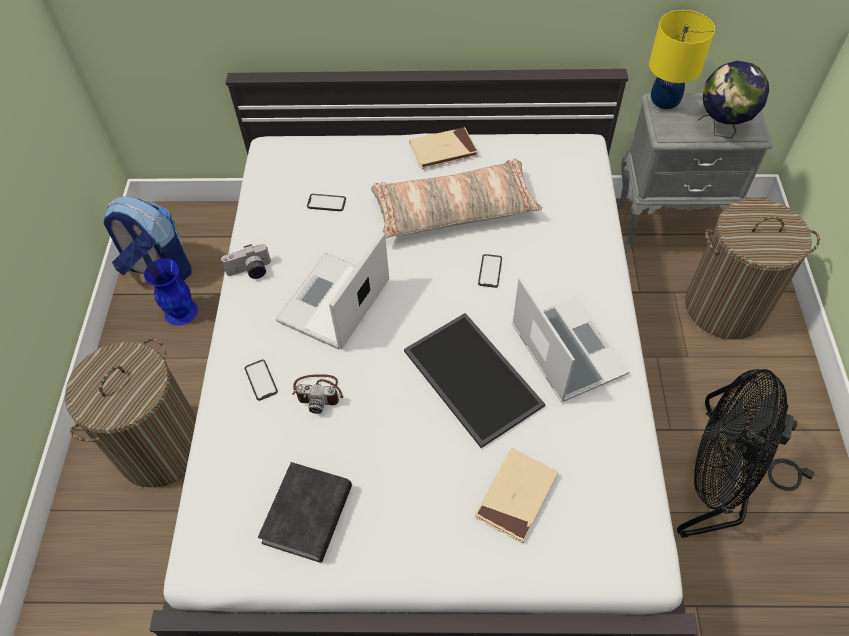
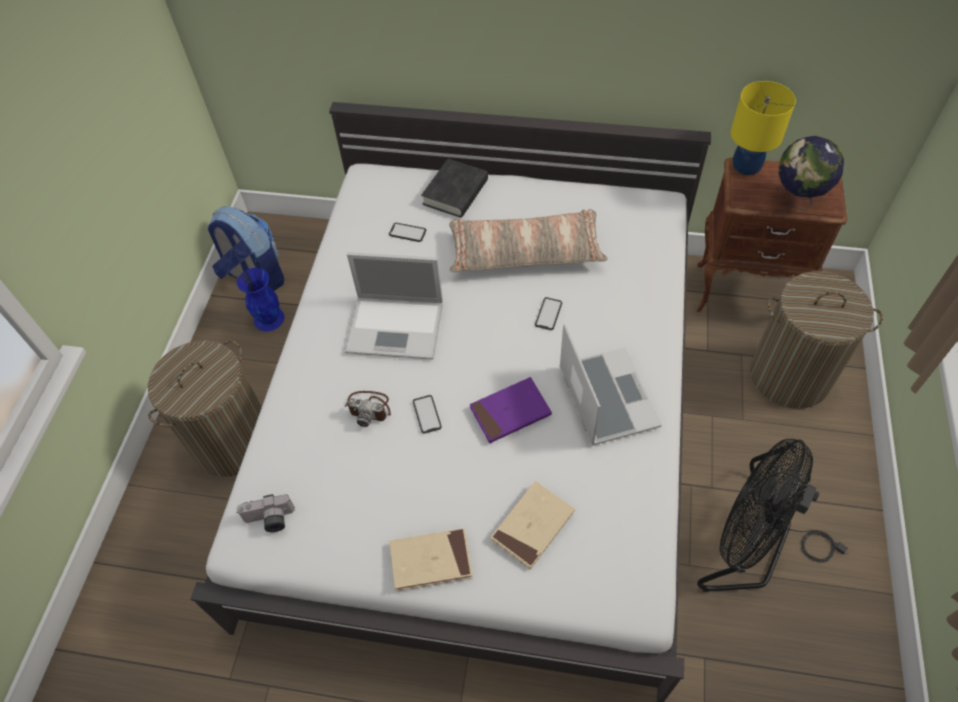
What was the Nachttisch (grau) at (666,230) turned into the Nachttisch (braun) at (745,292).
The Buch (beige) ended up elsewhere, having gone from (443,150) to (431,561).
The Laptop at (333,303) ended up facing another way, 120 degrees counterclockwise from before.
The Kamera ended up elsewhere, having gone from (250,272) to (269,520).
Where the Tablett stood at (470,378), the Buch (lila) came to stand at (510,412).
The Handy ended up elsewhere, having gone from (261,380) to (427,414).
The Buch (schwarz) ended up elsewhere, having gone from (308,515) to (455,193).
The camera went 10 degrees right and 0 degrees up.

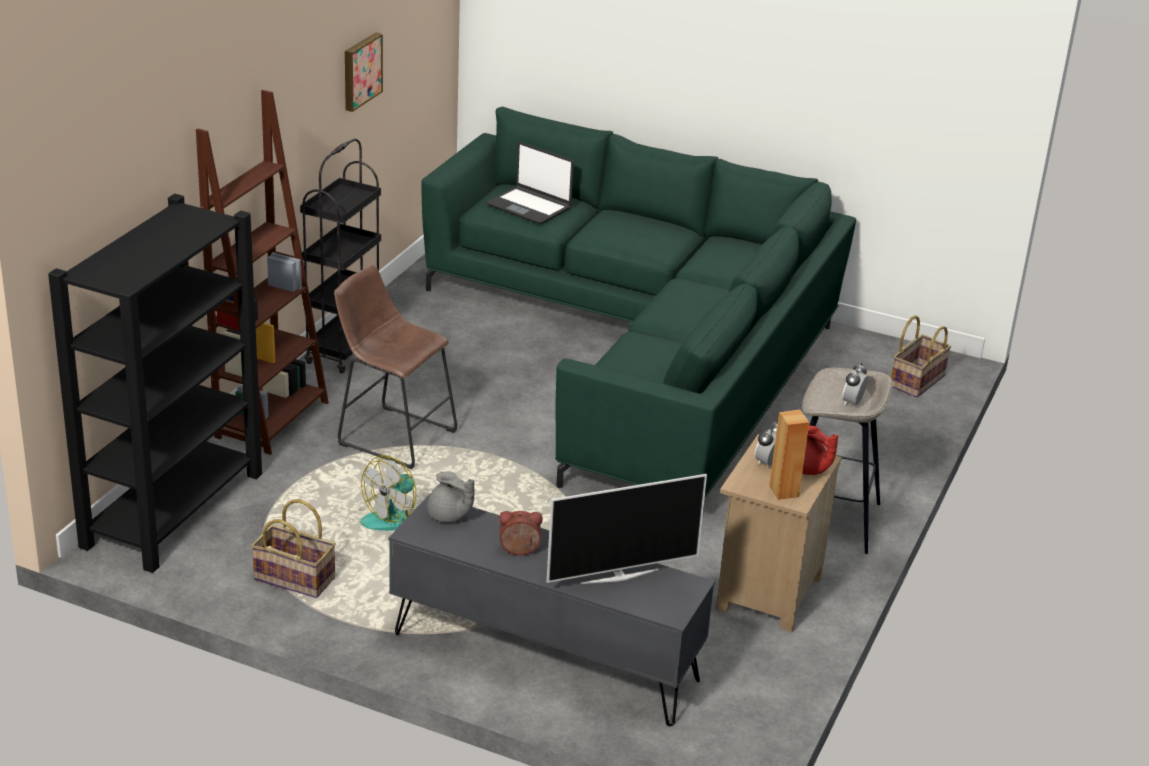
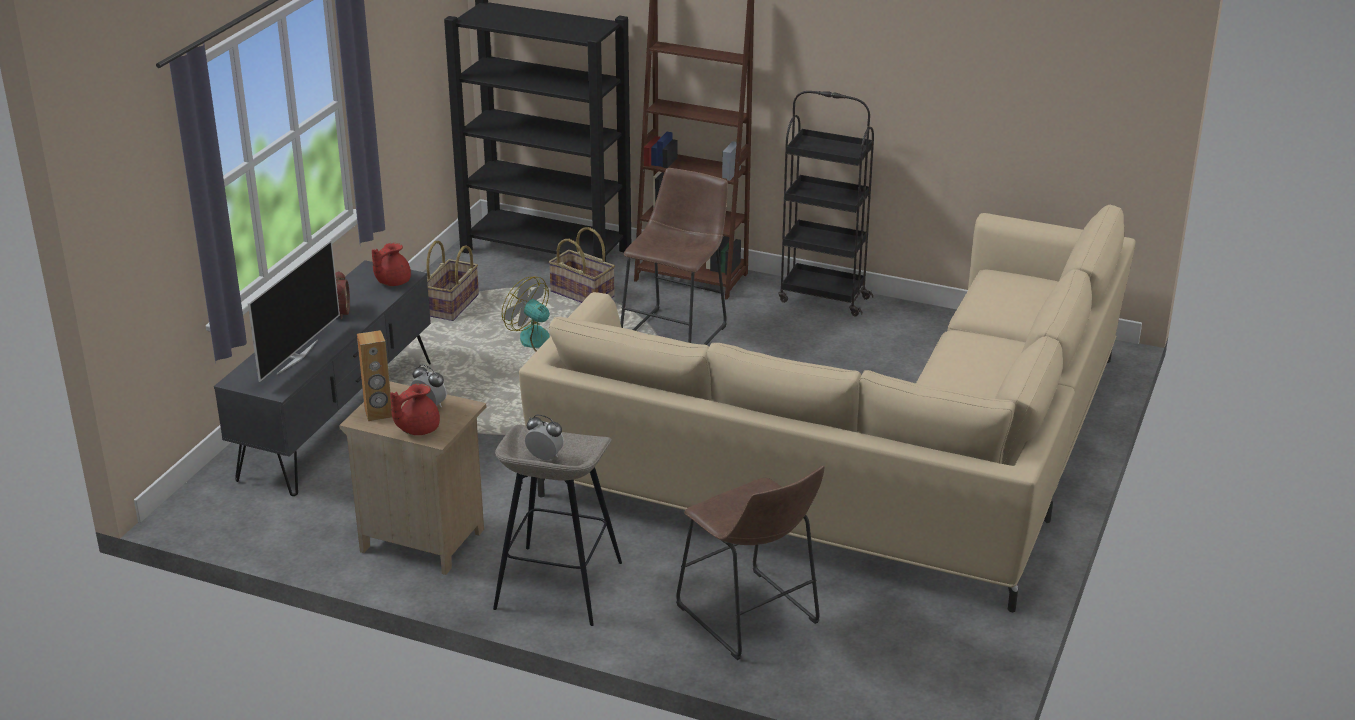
The second view lost the Bild at (360,71).
What was the Sofa (grün) at (647,355) turned into the Sofa (beige) at (882,471).
The second view lost the Laptop at (529,206).
The Korb ended up elsewhere, having gone from (916,381) to (583,294).
What was the Teekanne (grau) at (449,516) turned into the Teekanne (rot) at (392,282).
The Fernseher at (619,575) ended up facing another way, 135 degrees counterclockwise from before.
The second view gained the Hocker (braun) at (751,619).
The camera went 90 degrees right and 0 degrees up.

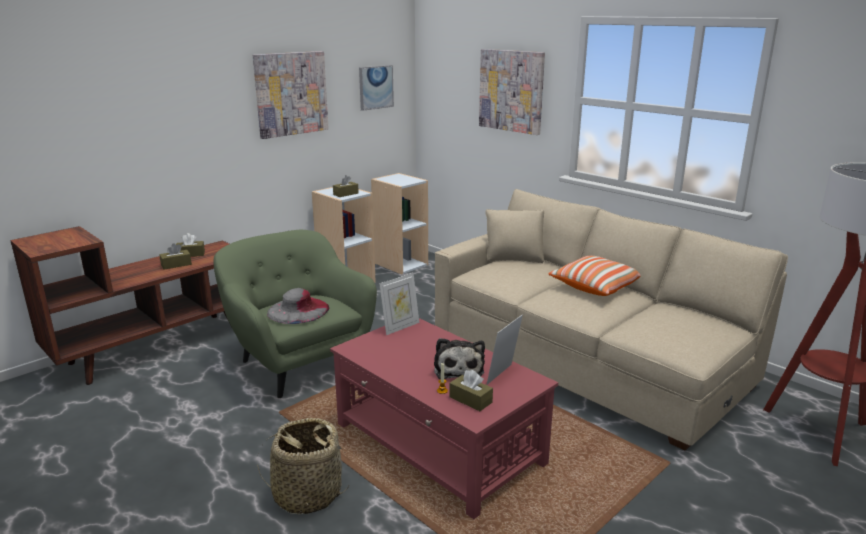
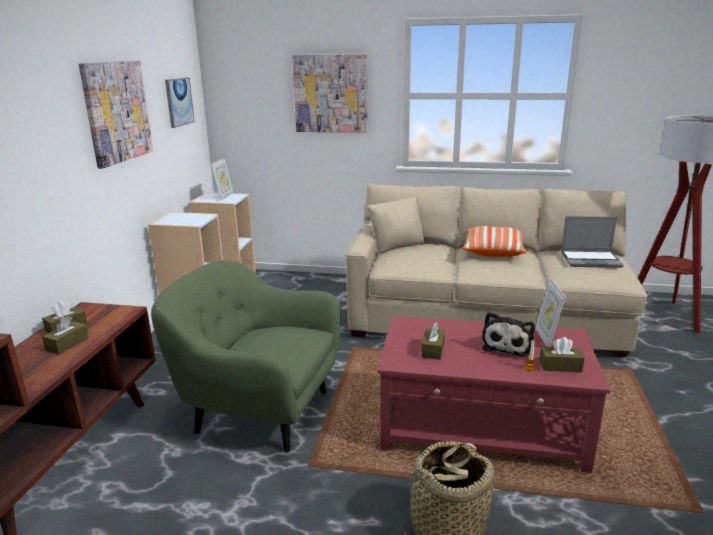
The Taschentuchbox (braun) ended up elsewhere, having gone from (346,194) to (433,350).
The Bilderrahmen ended up elsewhere, having gone from (400,327) to (224,197).
The second view lost the Hut (grau) at (298,310).
The Plüschtier at (458,368) ended up facing another way, 60 degrees clockwise from before.
The second view gained the Laptop at (591,260).
The camera went 35 degrees left and 0 degrees up.

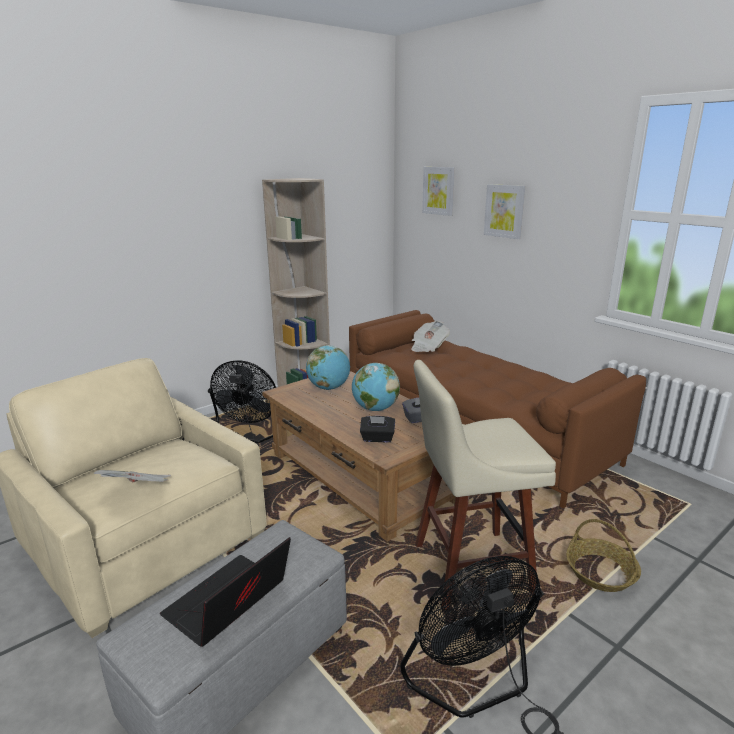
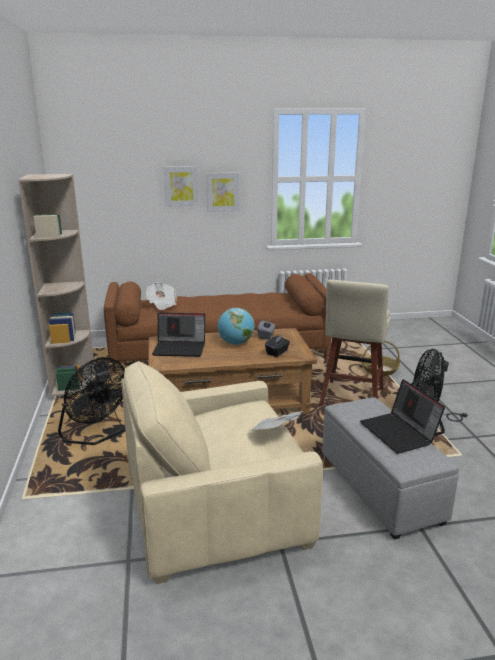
The Bild ended up elsewhere, having gone from (439,190) to (222,192).
Where the Globus stood at (329,388), the Laptop came to stand at (180,348).
The camera went 60 degrees left and 0 degrees up.

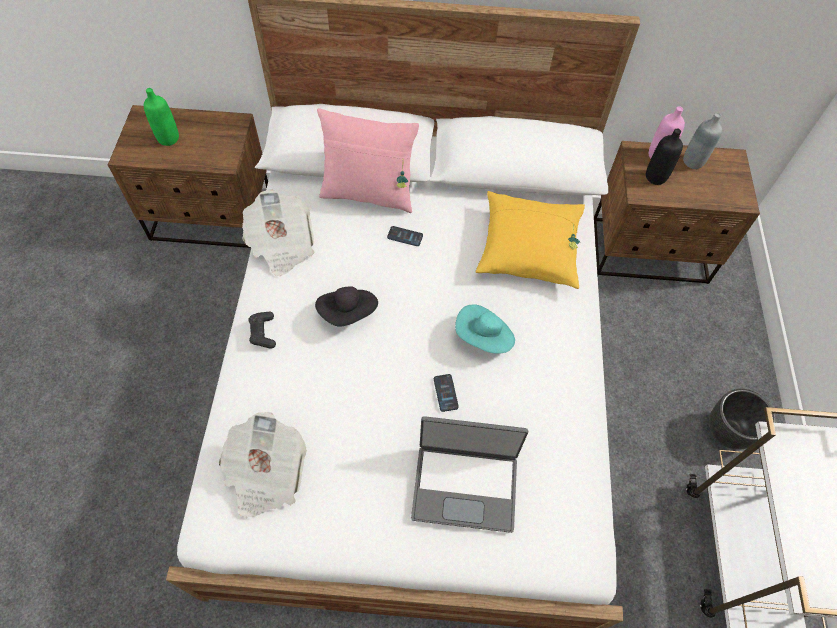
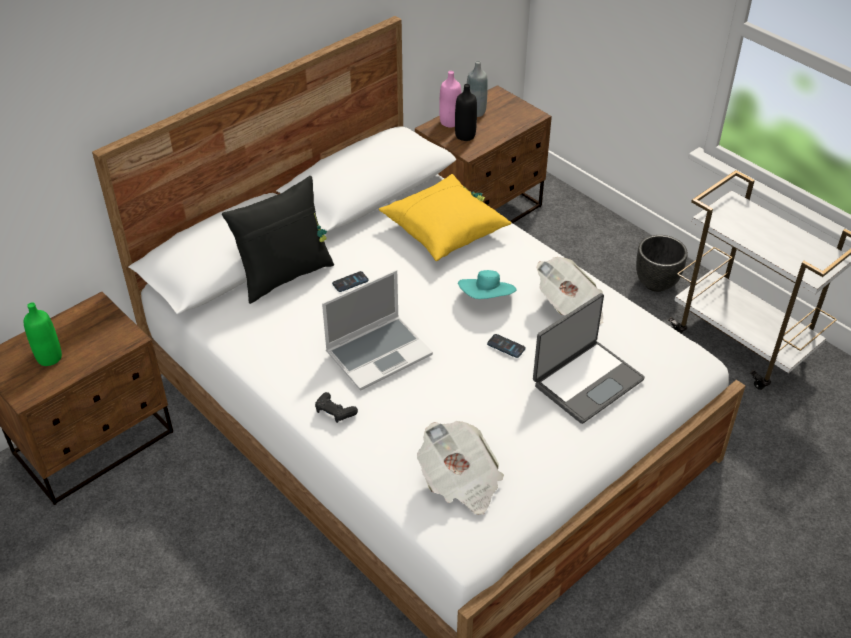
What was the Kissen (rosa) at (368,194) turned into the Kissen (schwarz) at (285,276).
The Zeitung ended up elsewhere, having gone from (281,245) to (570,306).
Where the Hut (schwarz) stood at (348,313), the Laptop came to stand at (379,353).
The camera went 45 degrees left and 15 degrees down.

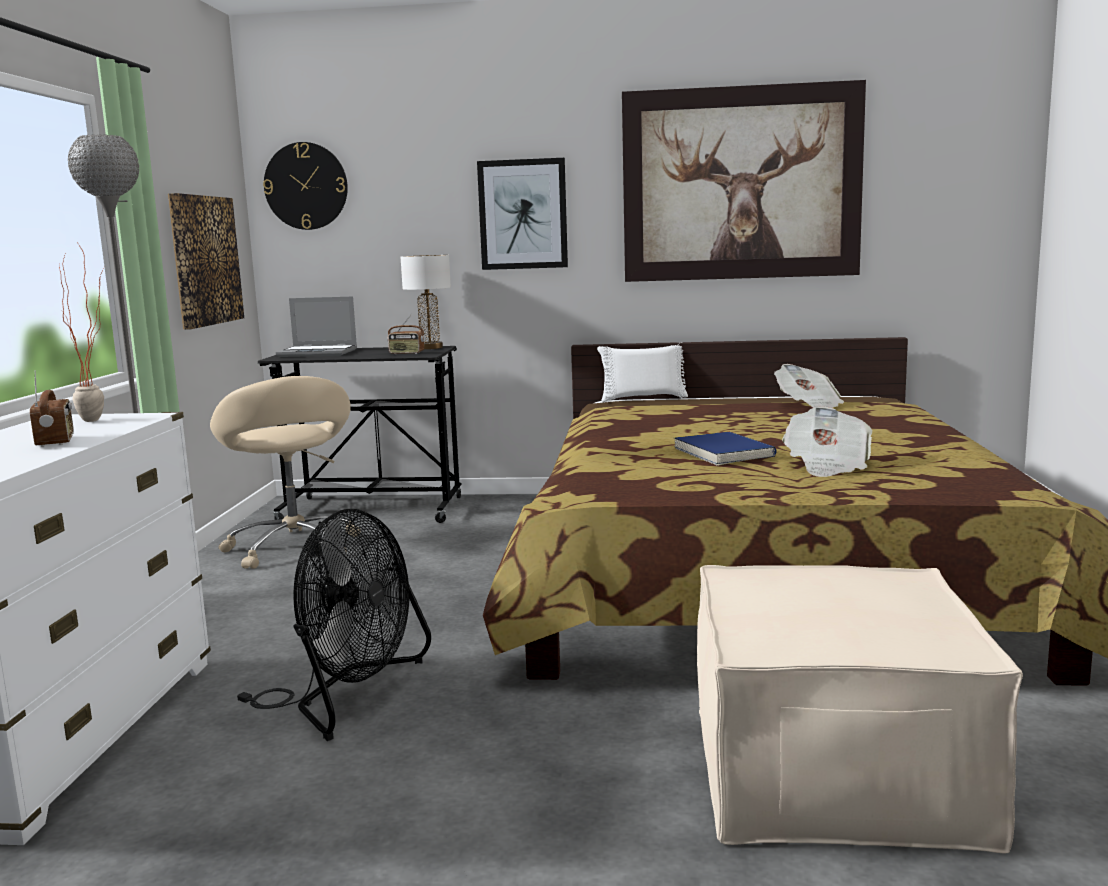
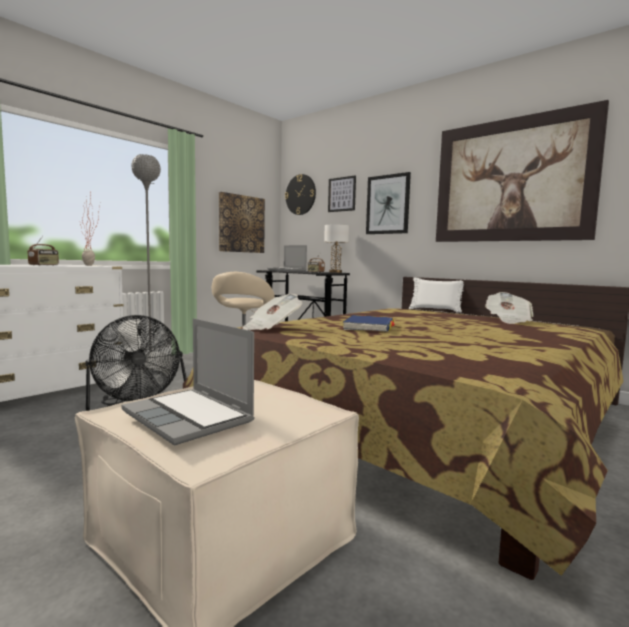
The Zeitung ended up elsewhere, having gone from (826,466) to (271,328).
The second view gained the Bild at (342,194).
The second view gained the Laptop at (190,417).
The camera went 35 degrees right and 5 degrees down.

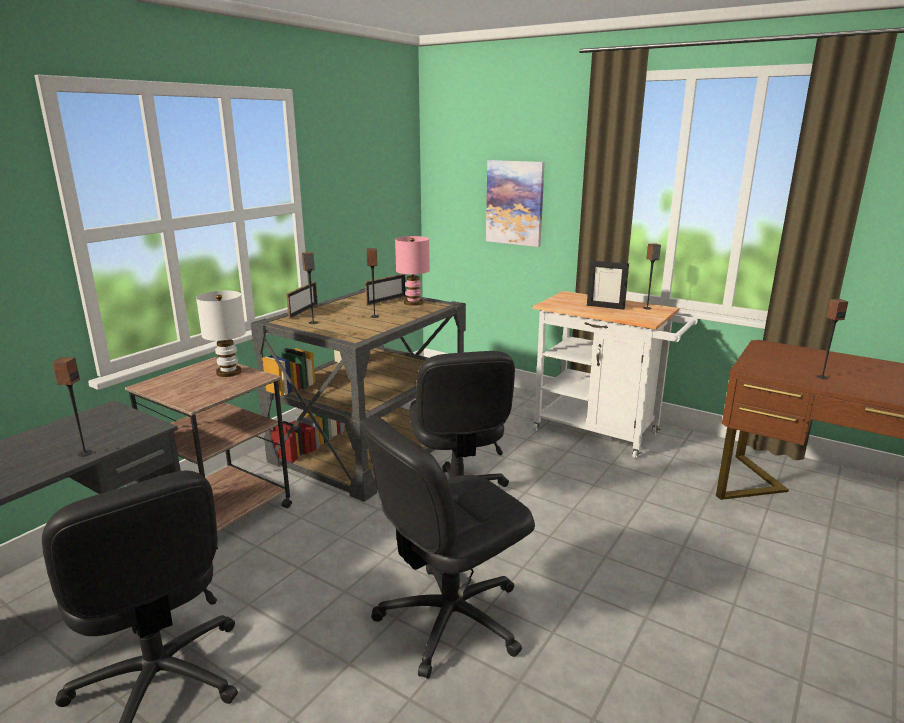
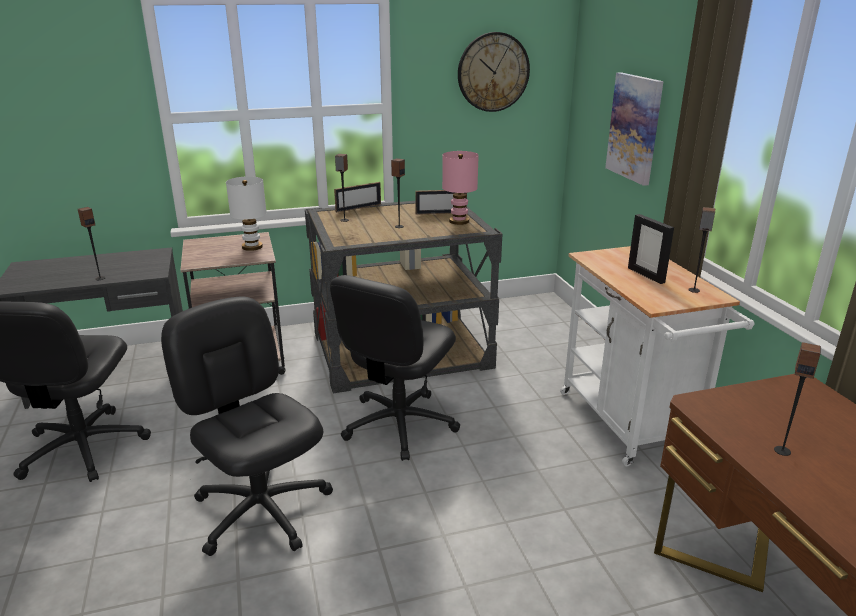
The Bürostuhl (schwarz) at (450,618) ended up facing another way, 45 degrees clockwise from before.
The second view gained the Wanduhr at (493,72).
The camera went 40 degrees right and 5 degrees up.

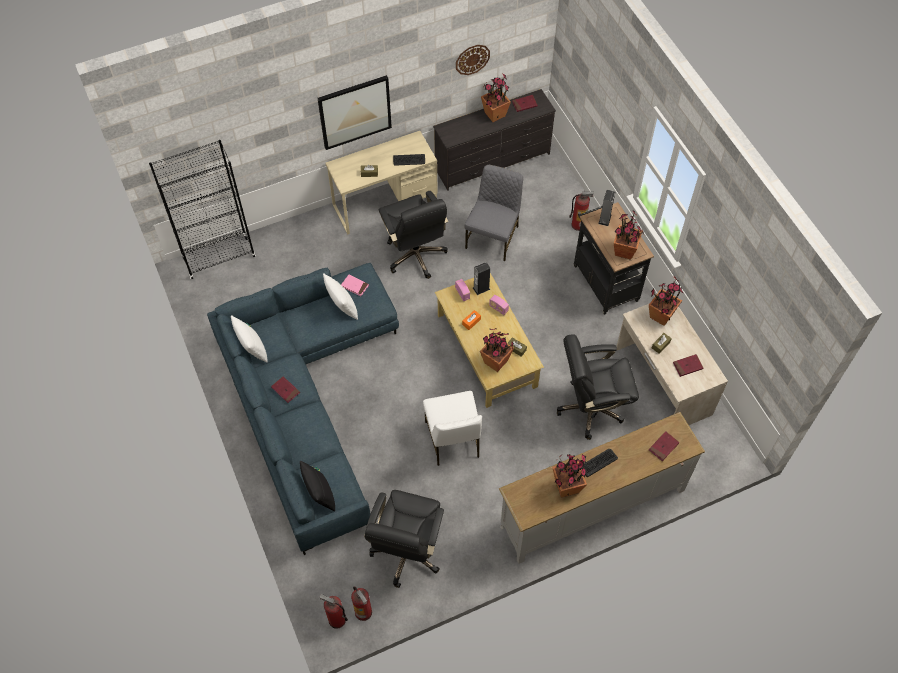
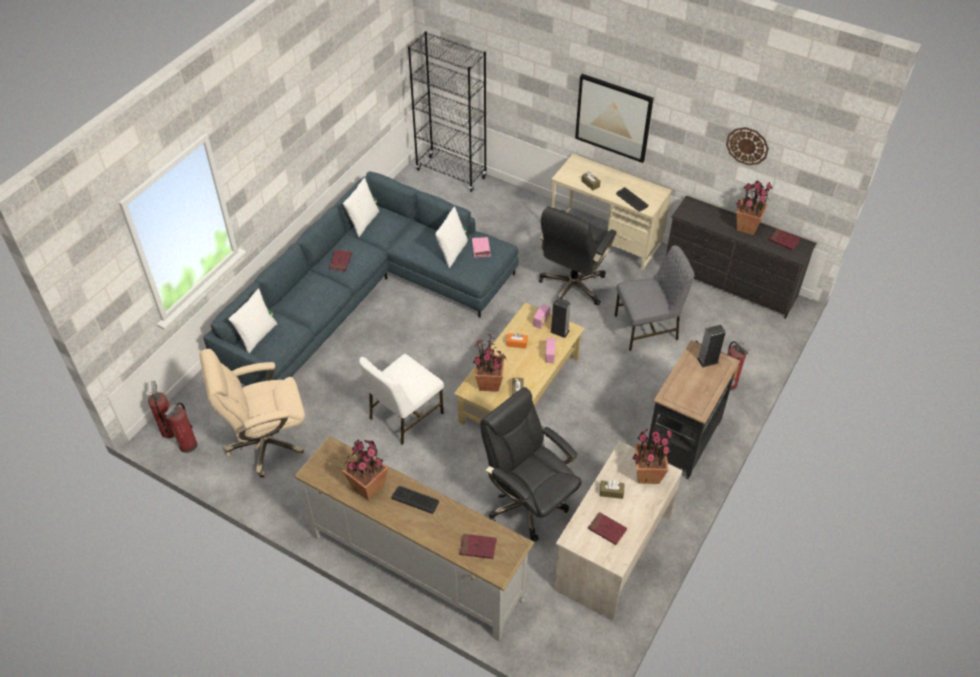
The second view lost the Topfpflanze at (624,251).
What was the Kissen (schwarz) at (320,494) turned into the Kissen (weiß) at (257,336).
What was the Bürostuhl (schwarz) at (407,551) turned into the Bürostuhl (beige) at (268,443).
The camera went 55 degrees right and 10 degrees down.

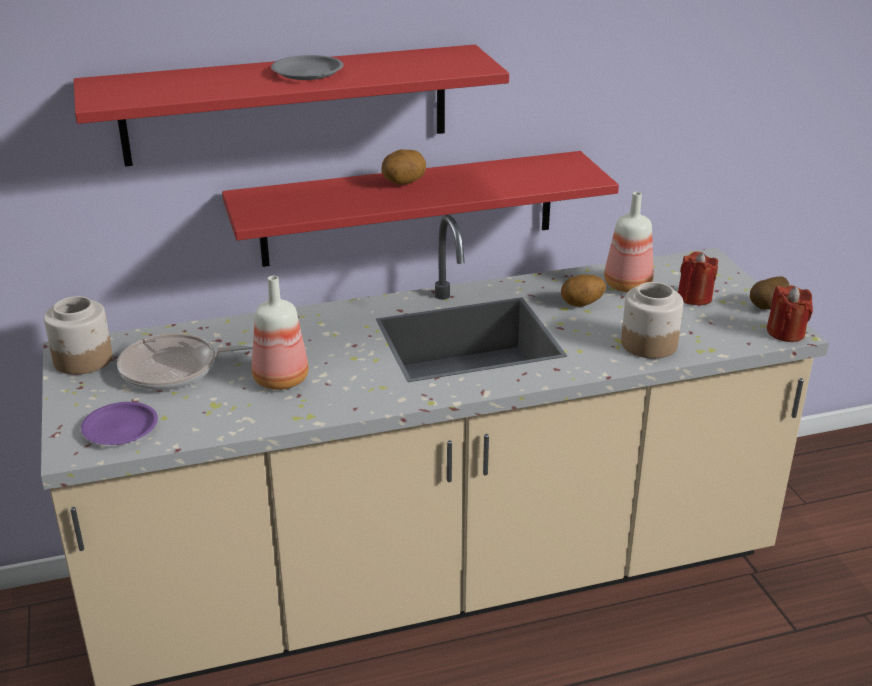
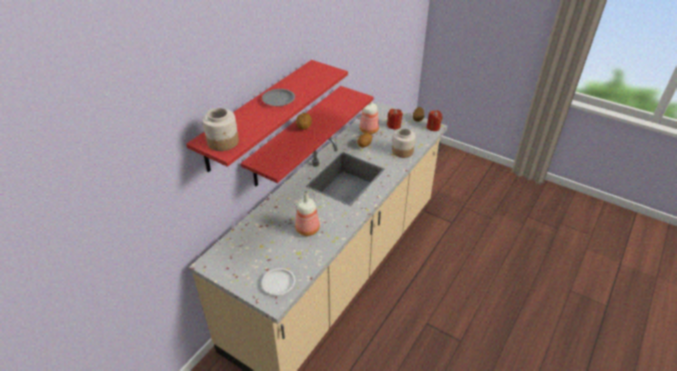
The Vorratsglas ended up elsewhere, having gone from (83,360) to (223,142).
The second view lost the Pfanne at (175,369).
What was the Teller (lila) at (120,428) turned into the Teller (weiß) at (278,283).
The camera went 40 degrees left and 10 degrees up.

